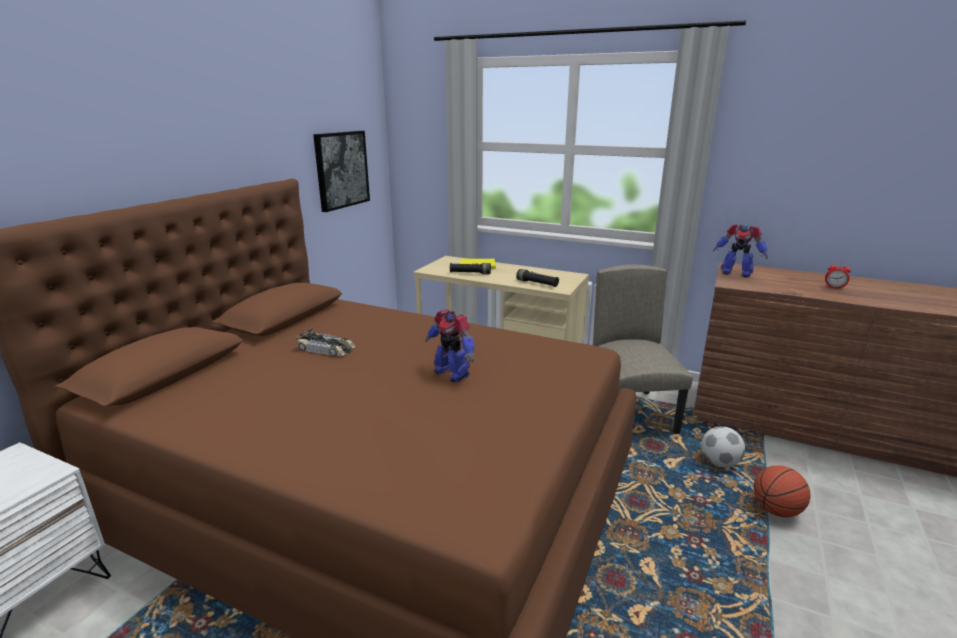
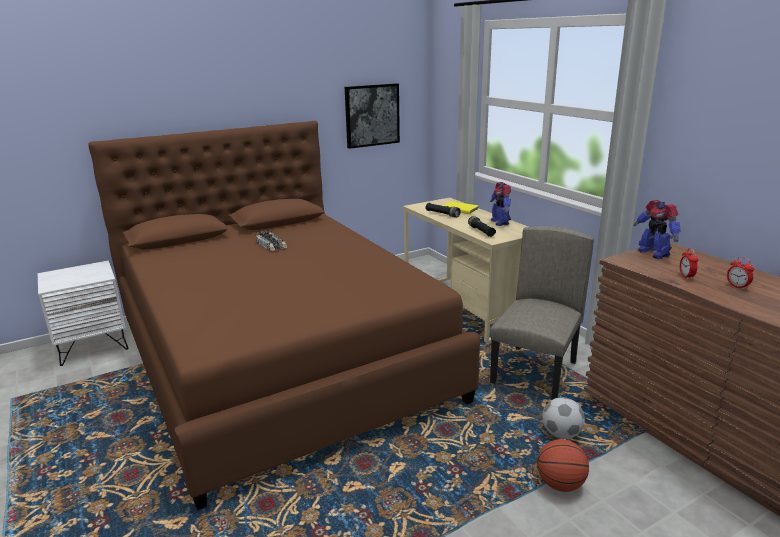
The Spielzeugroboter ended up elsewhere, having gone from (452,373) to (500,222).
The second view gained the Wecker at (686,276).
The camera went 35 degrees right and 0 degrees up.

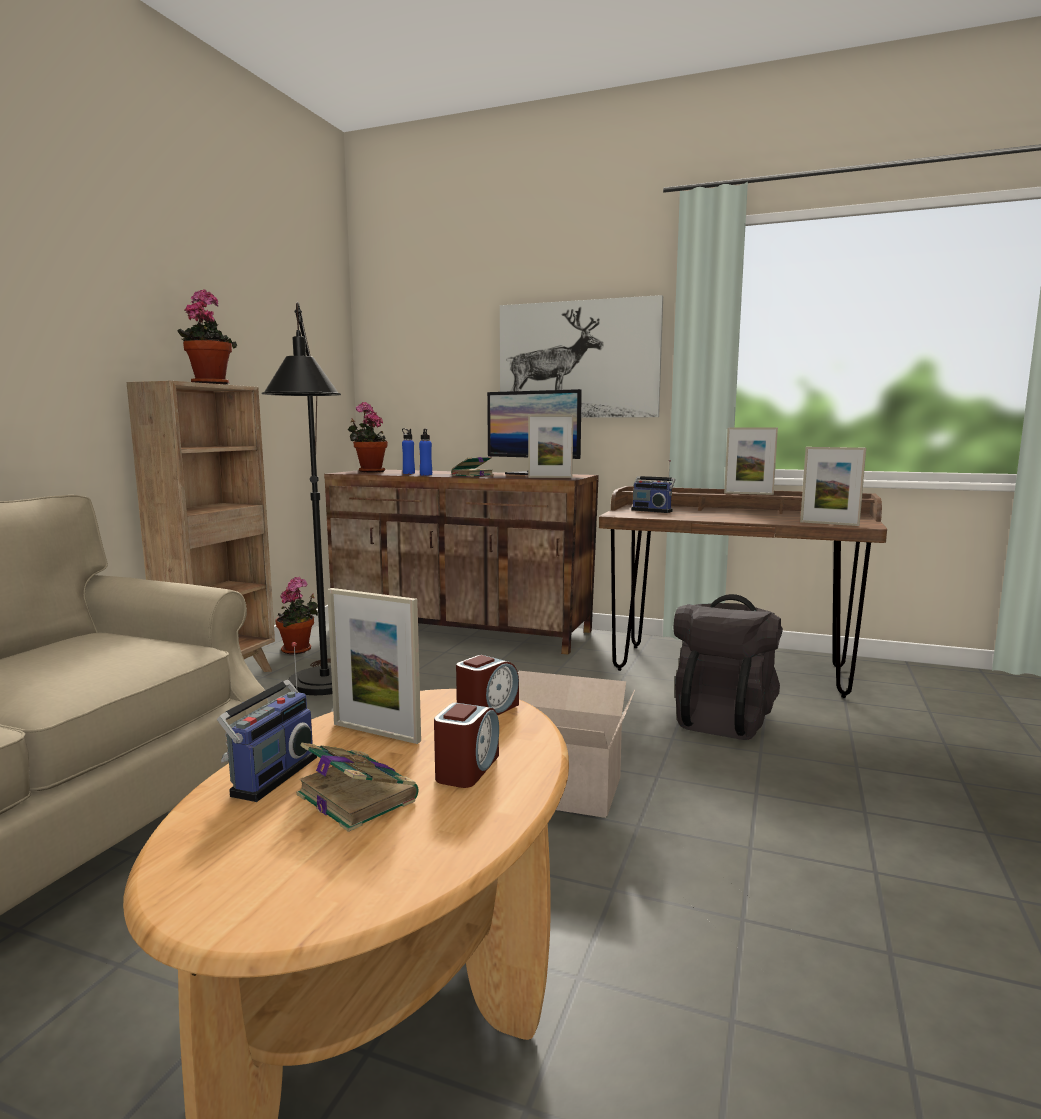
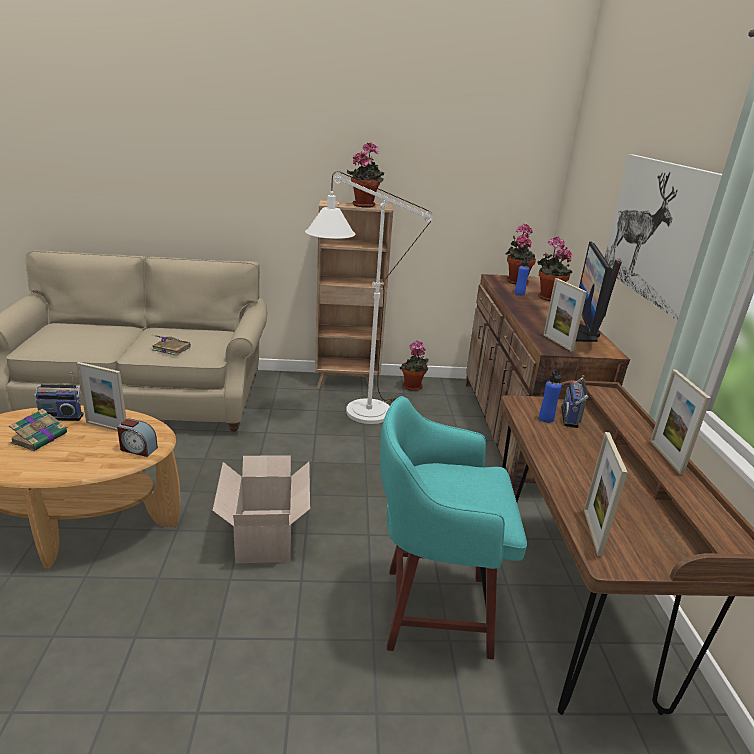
What was the Stehlampe (schwarz) at (323,690) turned into the Stehlampe (weiß) at (357,415).
The Flasche (blau) ended up elsewhere, having gone from (426,475) to (546,419).
The Buch ended up elsewhere, having gone from (471,475) to (170,348).
The Bilderrahmen at (376,732) ended up facing another way, 75 degrees counterclockwise from before.
Where the Rucksack (schwarz) stood at (723,718), the Hocker (türkis) came to stand at (431,610).
The second view lost the Wecker at (467,769).
The second view gained the Topfpflanze at (547,298).
The camera went 65 degrees right and 15 degrees up.

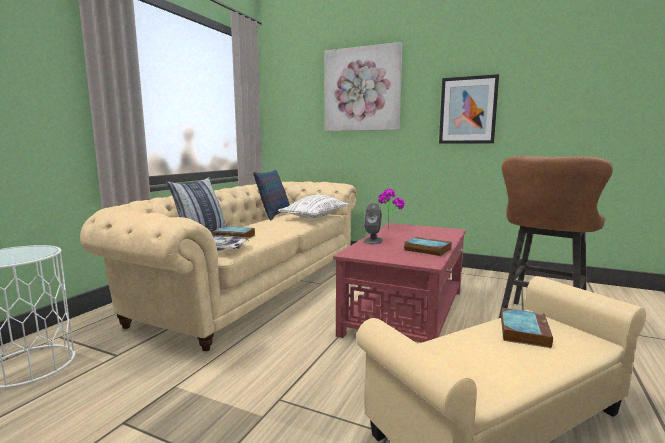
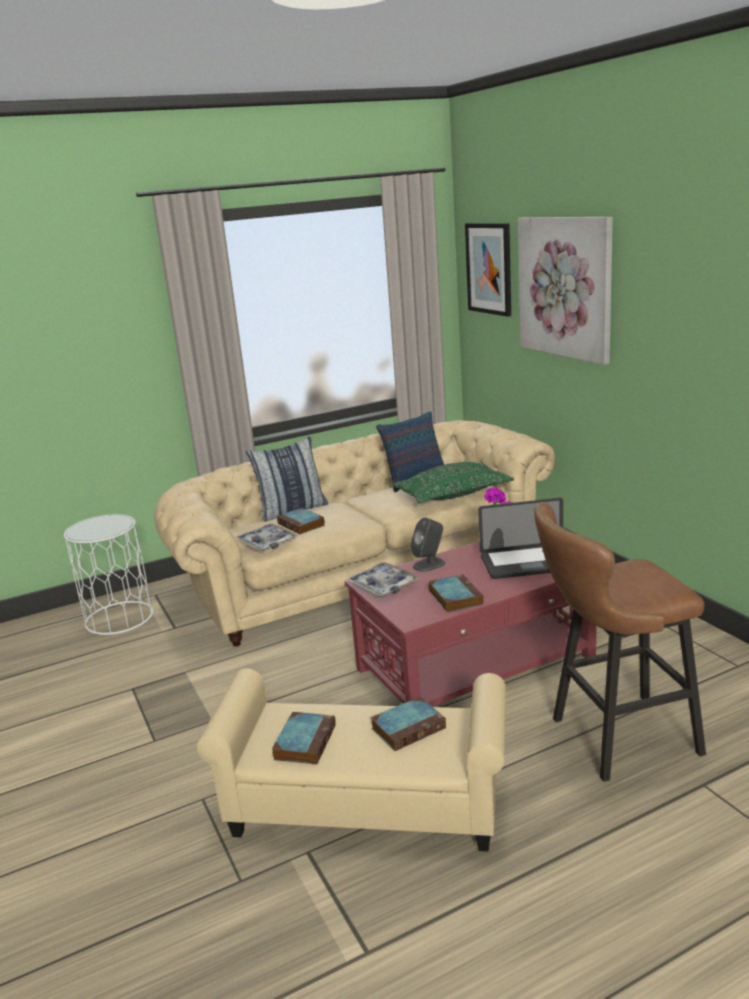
The Bild ended up elsewhere, having gone from (468,110) to (489,268).
What was the Kissen (weiß) at (316,216) turned into the Kissen (grün) at (453,495).
The second view gained the Laptop at (528,563).
The second view gained the Tablett at (383,585).
The second view gained the Buch at (305,741).
The camera went 40 degrees right and 10 degrees up.

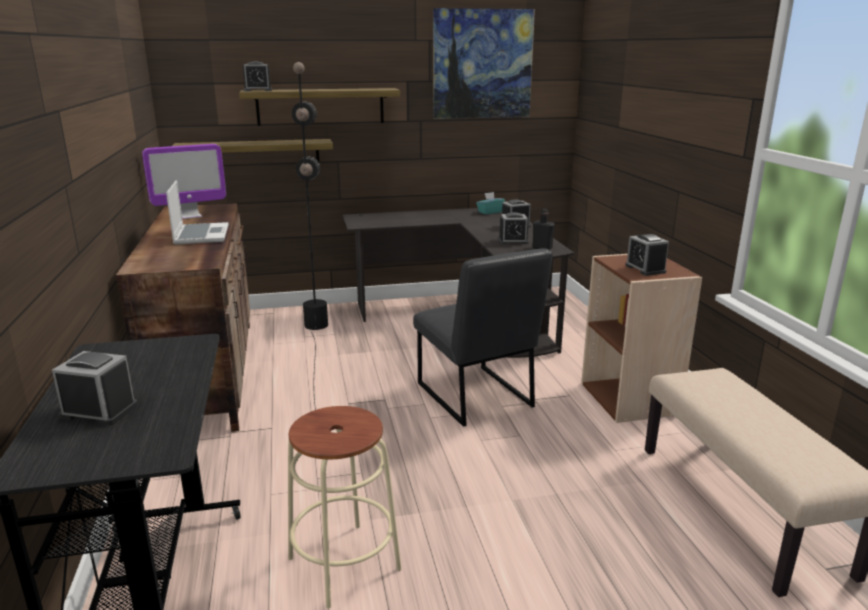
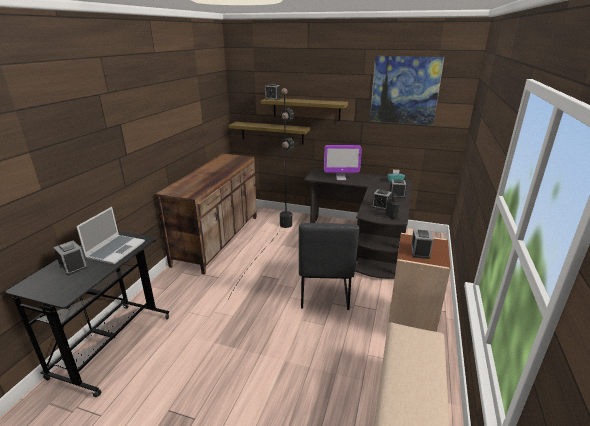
The Monitor ended up elsewhere, having gone from (190,216) to (341,178).
The Laptop ended up elsewhere, having gone from (201,235) to (116,250).
The second view lost the Hocker (beige) at (344,563).
The camera went 30 degrees right and 5 degrees up.

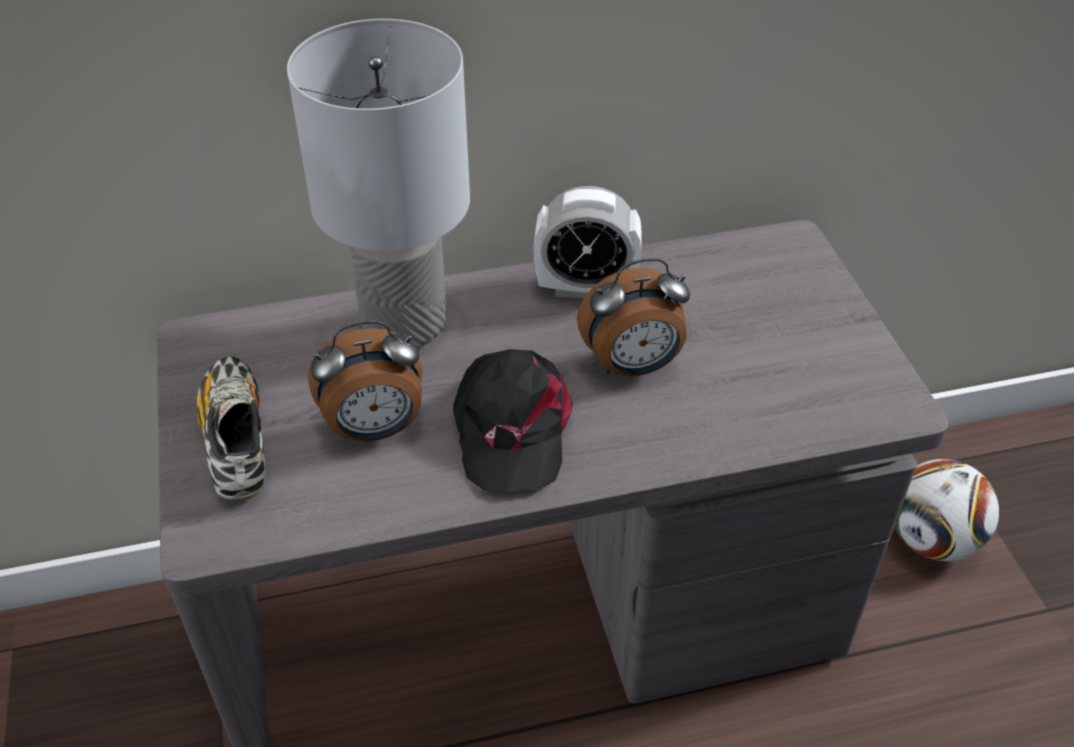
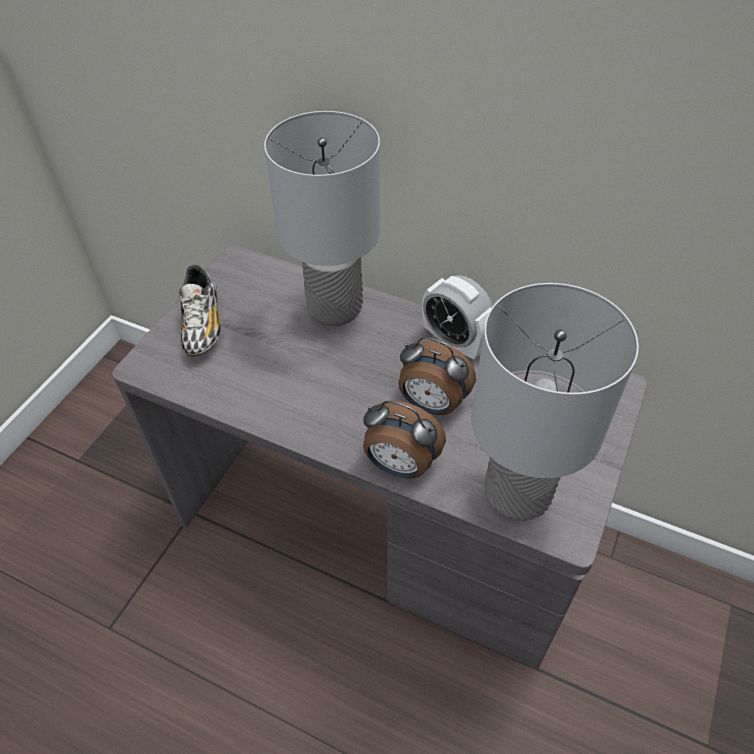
The Wecker ended up elsewhere, having gone from (375,429) to (400,465).
The second view lost the Kappe (schwarz) at (511,428).
The Schuh at (237,440) ended up facing another way, 150 degrees clockwise from before.
The second view lost the Fußball at (932,540).
The second view gained the Tischlampe (grau) at (515,497).
The camera went 40 degrees right and 5 degrees up.

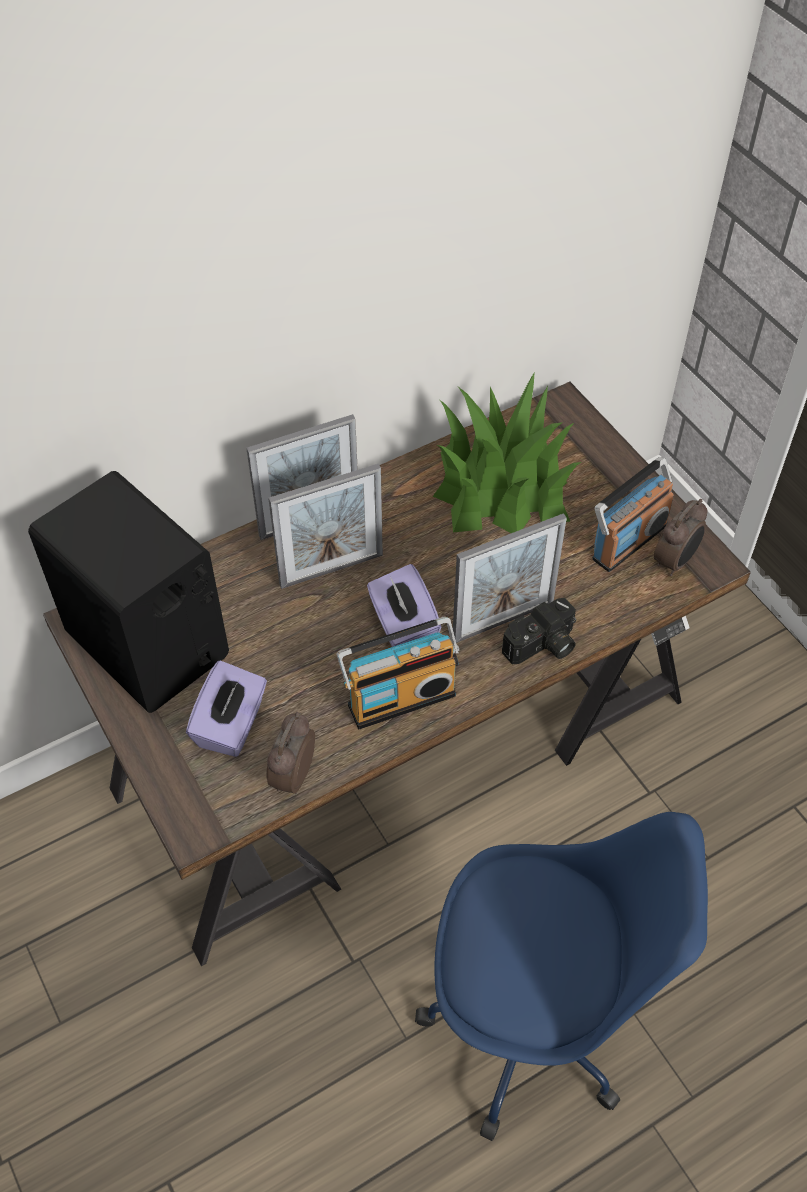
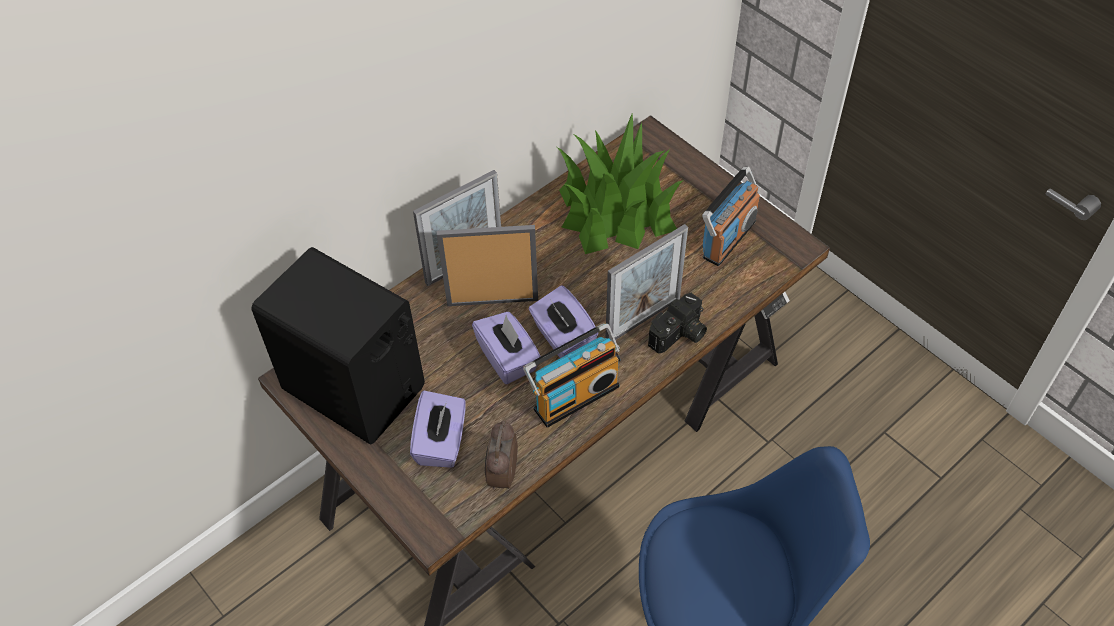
The Bilderrahmen at (331,570) ended up facing another way, 150 degrees counterclockwise from before.
The second view lost the Wecker at (675,561).
The second view gained the Taschentuchbox (lila) at (508,359).
The camera went 10 degrees left and 0 degrees up.

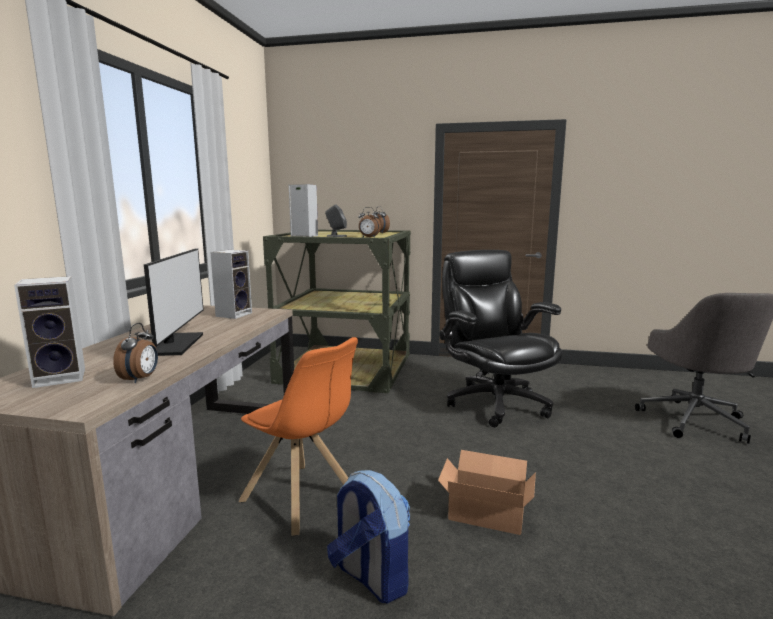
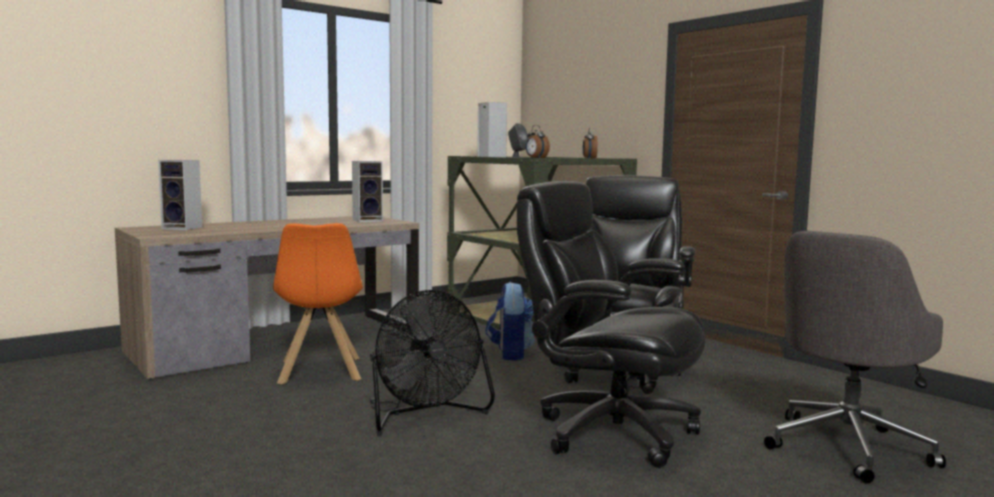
The second view lost the Monitor at (176,344).
The second view lost the Wecker at (141,379).
Where the Karton stood at (485,510), the Ventilator (schwarz) came to stand at (420,416).
The Rucksack ended up elsewhere, having gone from (370,577) to (510,353).
The second view gained the Bürostuhl (schwarz) at (609,431).
The camera went 40 degrees right and 5 degrees down.

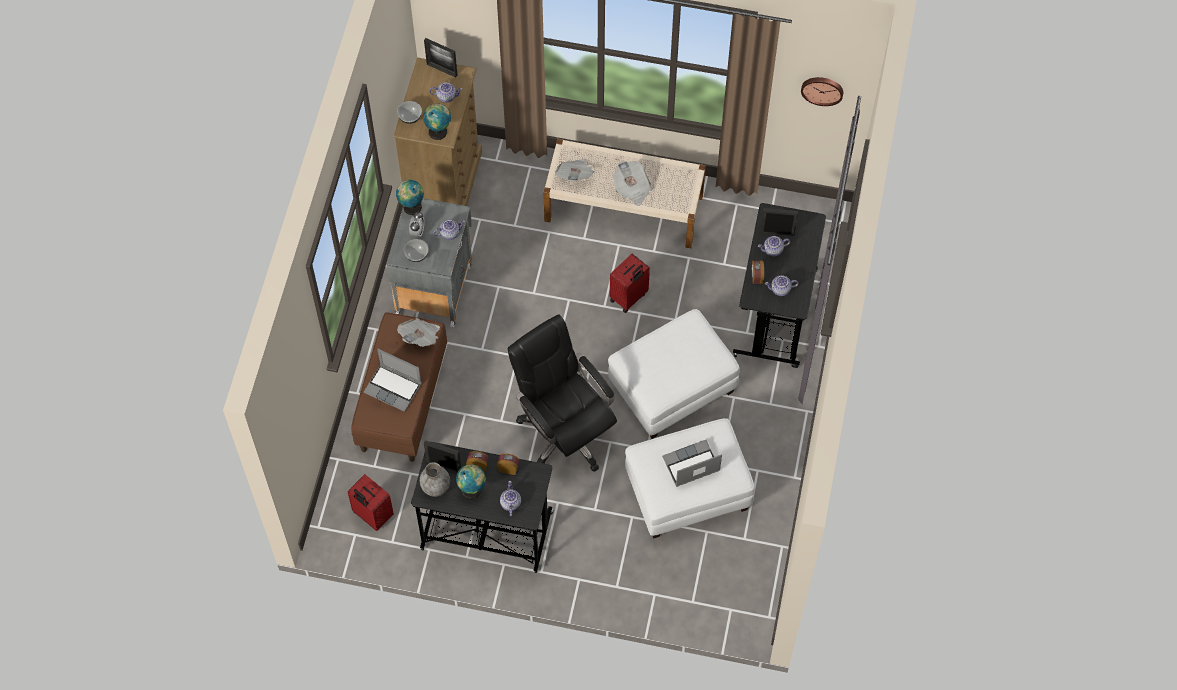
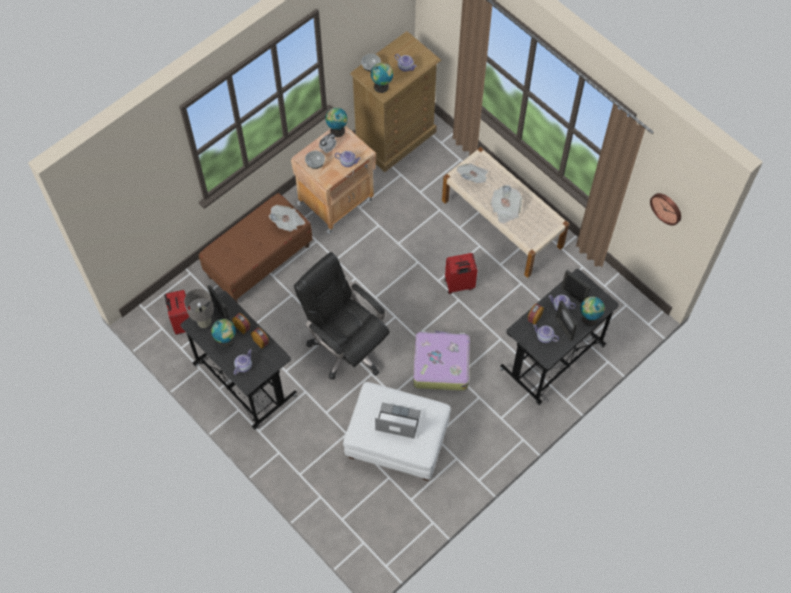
The Bilderrahmen ended up elsewhere, having gone from (442,69) to (564,329).
What was the Rollwagen (grau) at (434,288) turned into the Rollwagen (braun) at (336,201).
Where the Polsterhocker (weiß) stood at (671,389), the Koffer came to stand at (440,364).
The Bürostuhl (schwarz) at (564,432) ended up facing another way, 45 degrees counterclockwise from before.
The second view lost the Laptop at (394,388).
Where the Vase (grau) stood at (436,487), the Tischlampe (grau) came to stand at (204,323).
The second view gained the Globus at (589,318).
The camera went 35 degrees right and 0 degrees up.

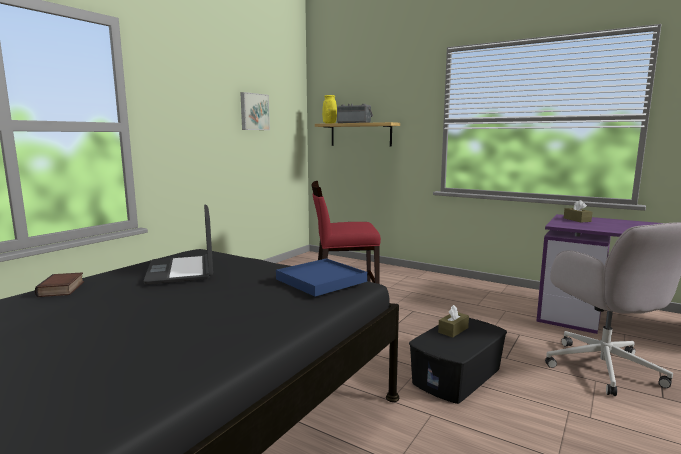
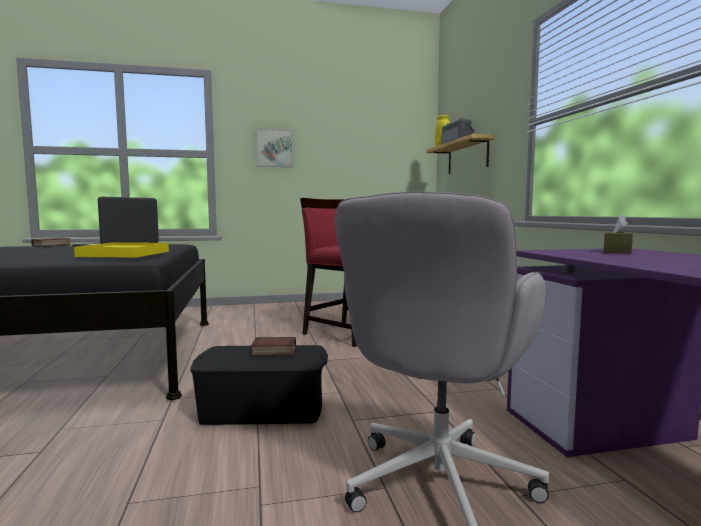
The Bild ended up elsewhere, having gone from (254,112) to (274,148).
What was the Tablett (blau) at (321,280) turned into the Tablett (gelb) at (124,254).
Where the Taschentuchbox (braun) stood at (453,330), the Buch came to stand at (273,351).
The camera went 45 degrees right and 5 degrees down.

